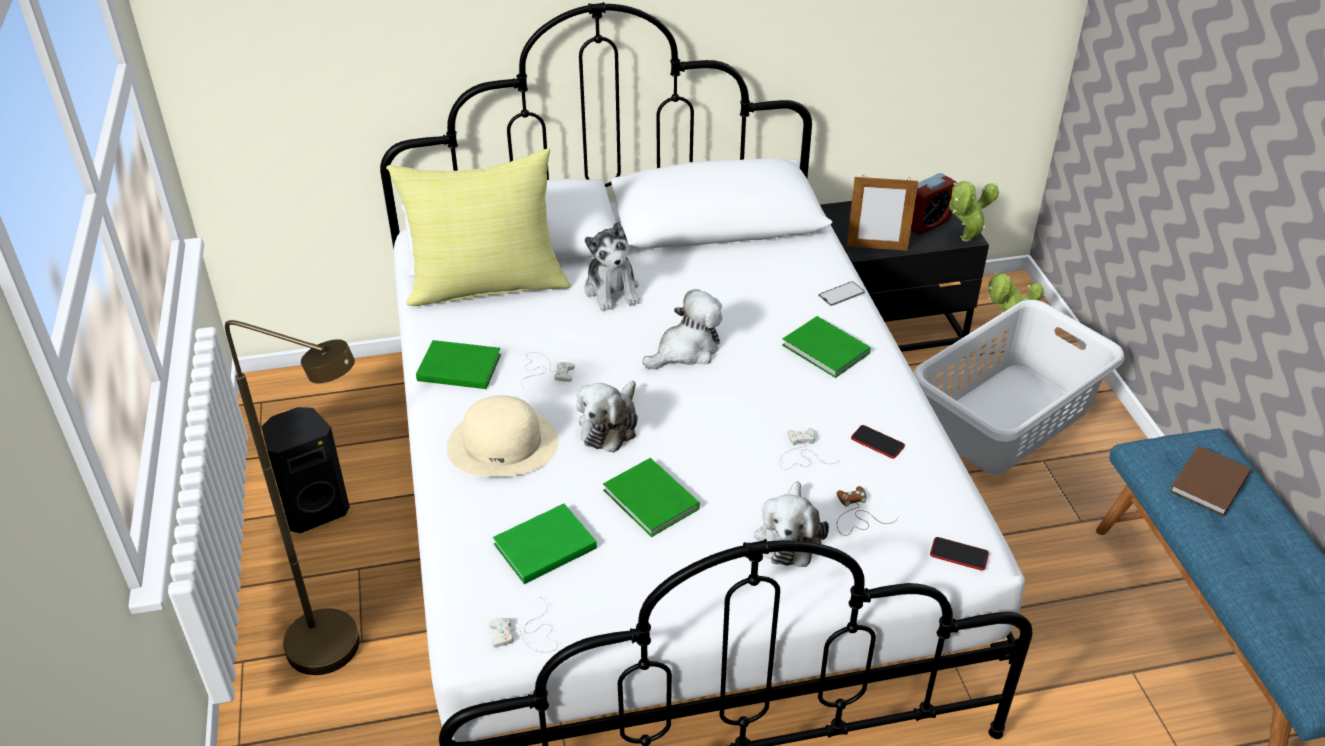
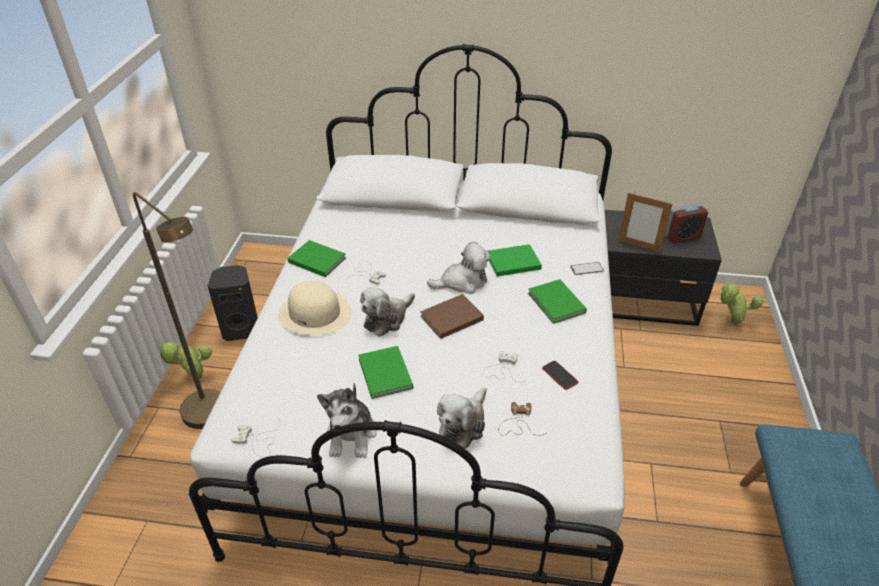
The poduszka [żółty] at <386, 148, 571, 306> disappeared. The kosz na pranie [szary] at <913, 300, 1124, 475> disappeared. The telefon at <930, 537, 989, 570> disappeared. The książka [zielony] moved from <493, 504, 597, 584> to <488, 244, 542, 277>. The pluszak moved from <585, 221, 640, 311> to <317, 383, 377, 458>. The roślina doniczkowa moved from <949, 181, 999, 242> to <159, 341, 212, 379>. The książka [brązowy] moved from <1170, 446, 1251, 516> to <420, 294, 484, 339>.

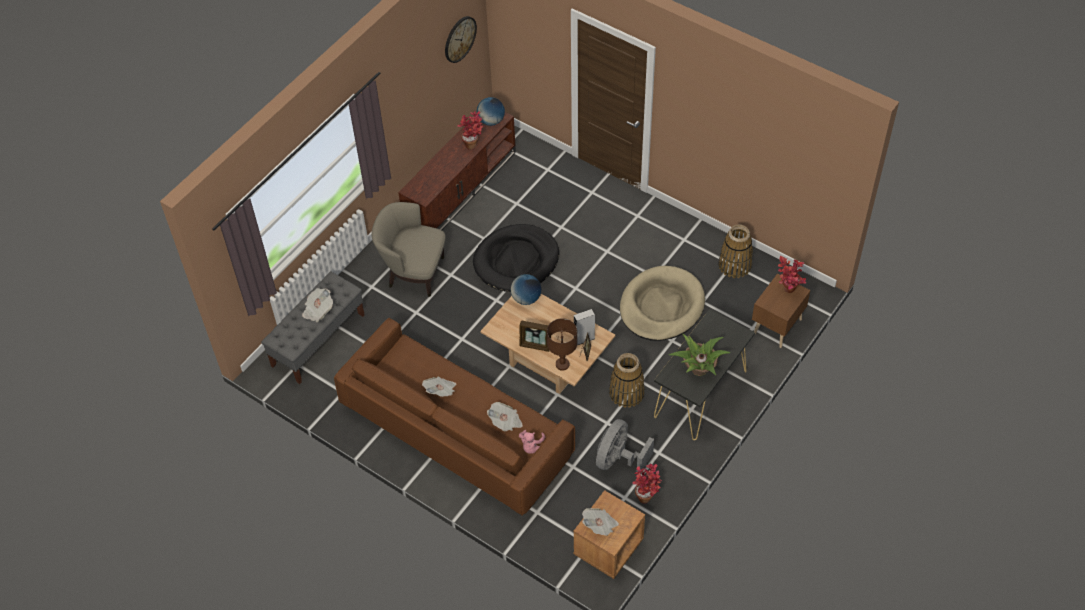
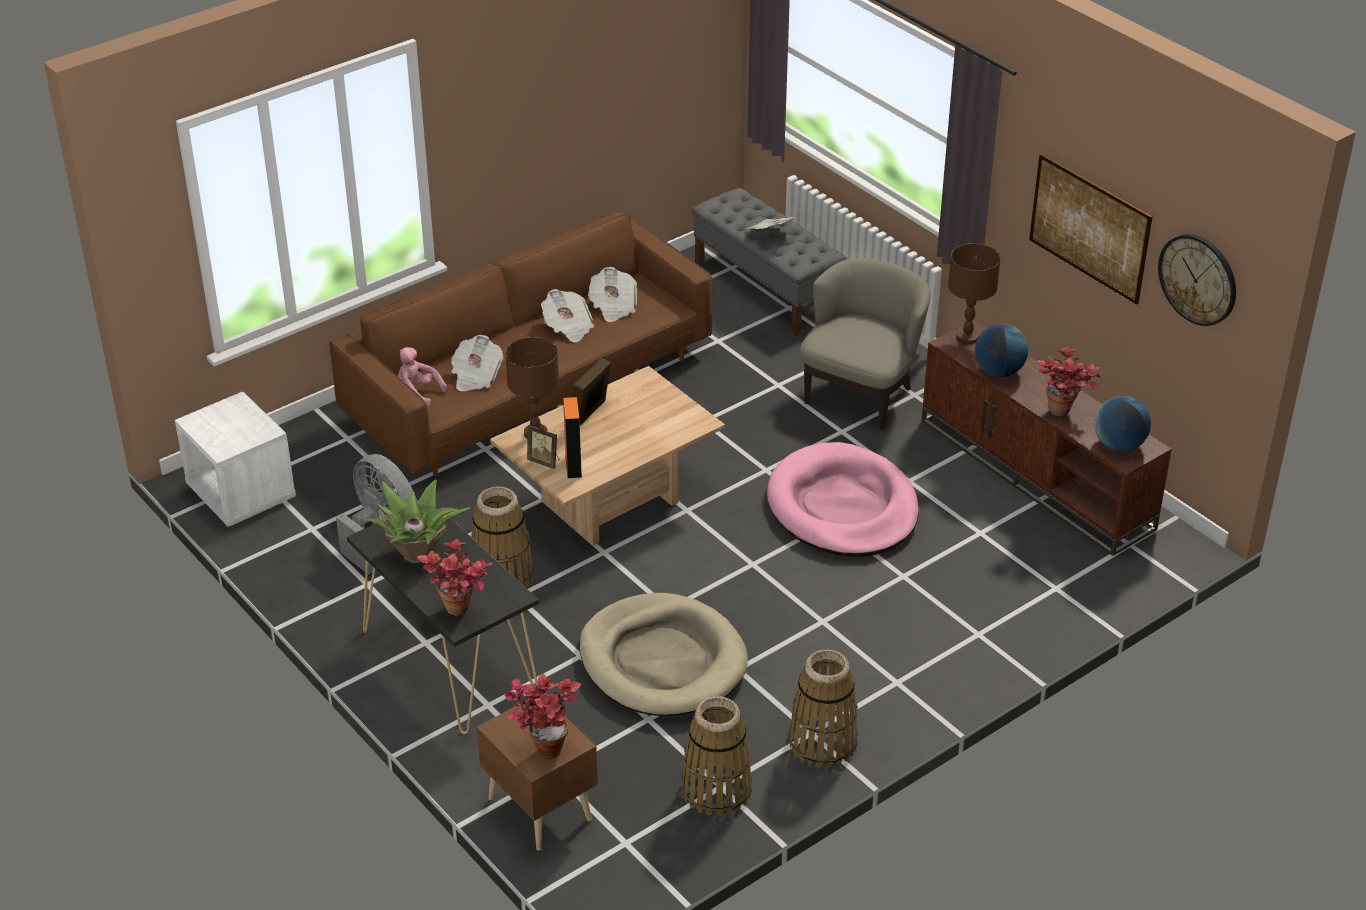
The koszyk at <789, 650, 858, 767> appeared. The lampa stołowa [brązowy] at <948, 243, 1001, 344> appeared. The obraz at <1029, 154, 1152, 305> appeared. The globus moved from <511, 274, 541, 305> to <975, 324, 1028, 377>. The gazeta moved from <582, 508, 619, 536> to <588, 267, 637, 322>. The roślina doniczkowa moved from <632, 463, 662, 504> to <417, 539, 493, 616>. The legowisko [czarny] at <473, 224, 559, 292> became the legowisko [różowy] at <767, 442, 919, 557>. The głośnik [szary] at <574, 309, 595, 345> became the głośnik [pomarańczowy] at <563, 397, 582, 478>. The szafka nocna [brązowy] at <574, 490, 645, 579> became the szafka nocna [biały] at <175, 391, 296, 527>.

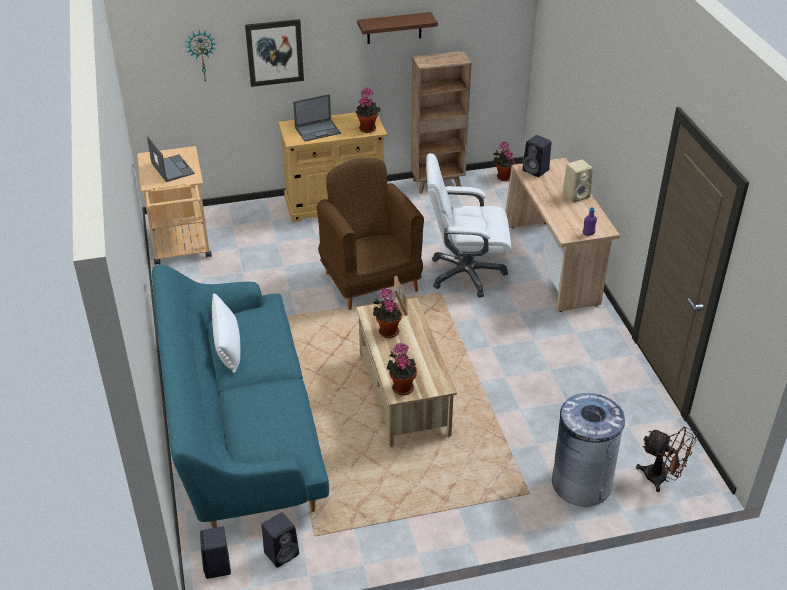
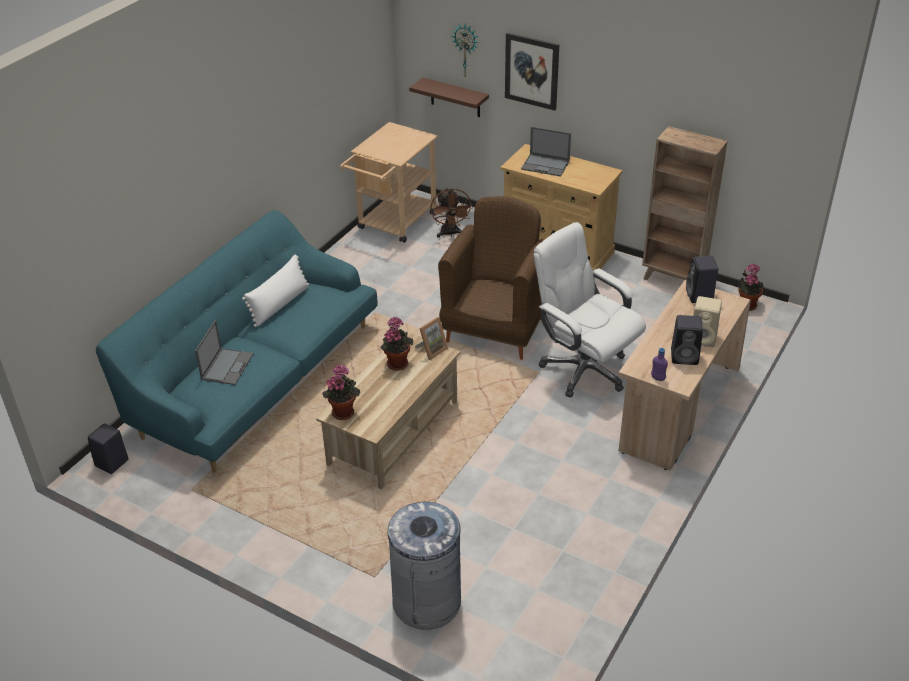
The roślina doniczkowa at <355, 88, 381, 133> disappeared. The laptop moved from <147, 136, 195, 182> to <195, 320, 254, 385>. The głośnik [czarny] moved from <262, 512, 299, 568> to <671, 315, 703, 365>. The półka [brązowy] moved from <357, 12, 438, 44> to <409, 78, 489, 117>. The wentylator [brązowy] moved from <636, 427, 697, 492> to <430, 187, 473, 237>.

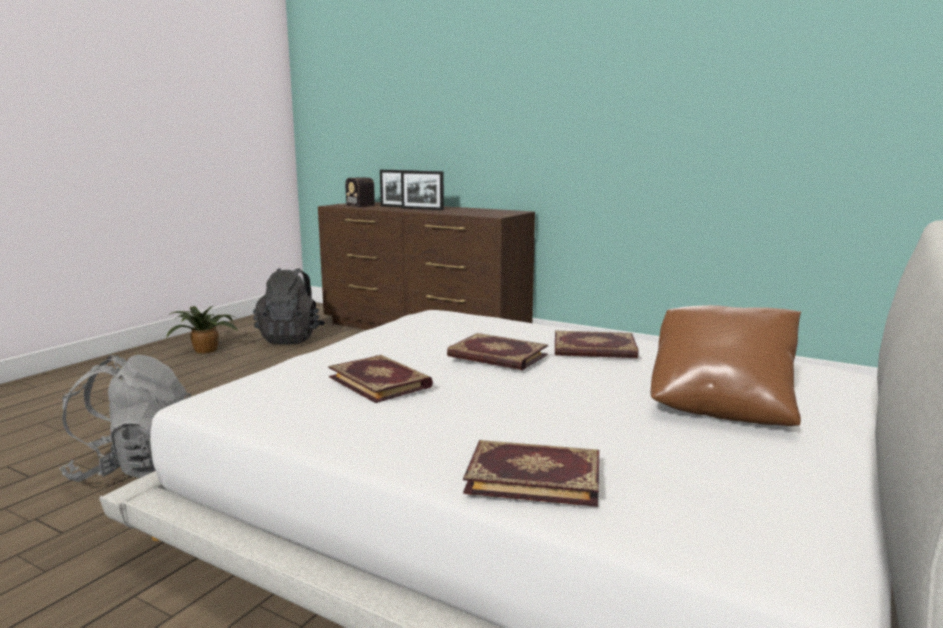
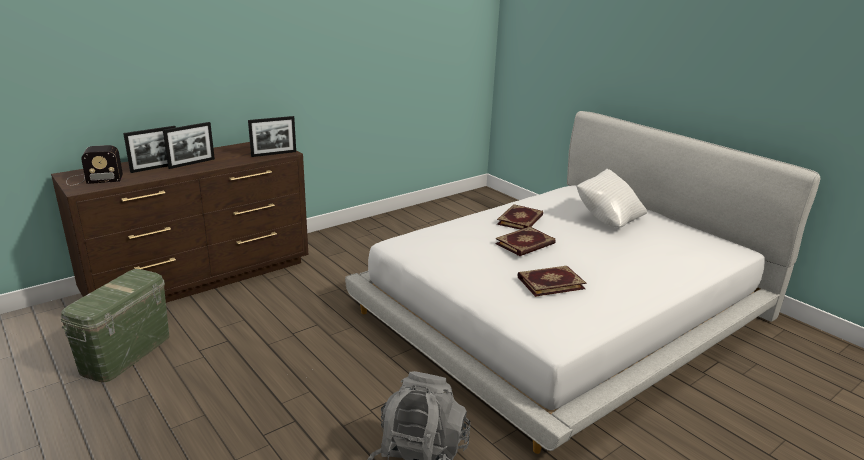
The roślina doniczkowa at <166, 305, 238, 353> disappeared. The książka at <463, 440, 599, 507> disappeared. The ramka na zdjęcie at <248, 116, 296, 157> appeared. The plecak [czarny] at <253, 268, 325, 344> was replaced by the pojemnik do przechowywania [zielony] at <61, 269, 169, 382>. The poduszka [brązowy] at <650, 305, 801, 426> became the poduszka [biały] at <577, 169, 647, 228>.

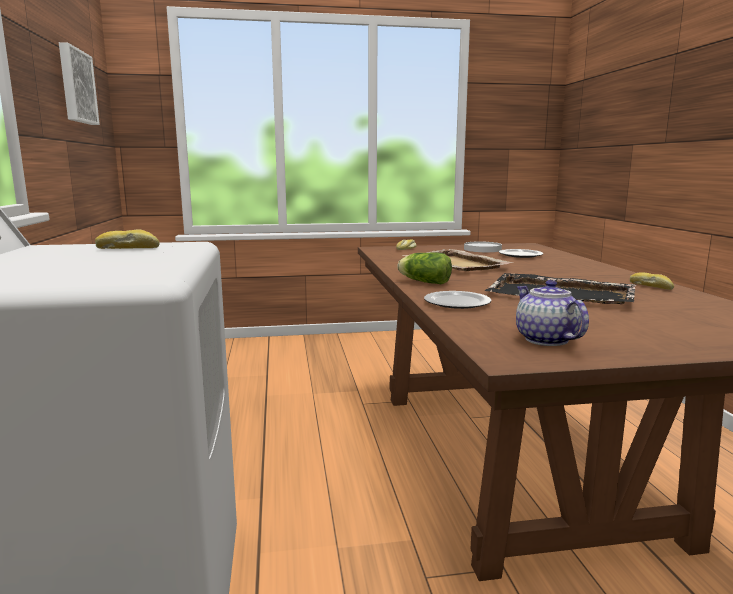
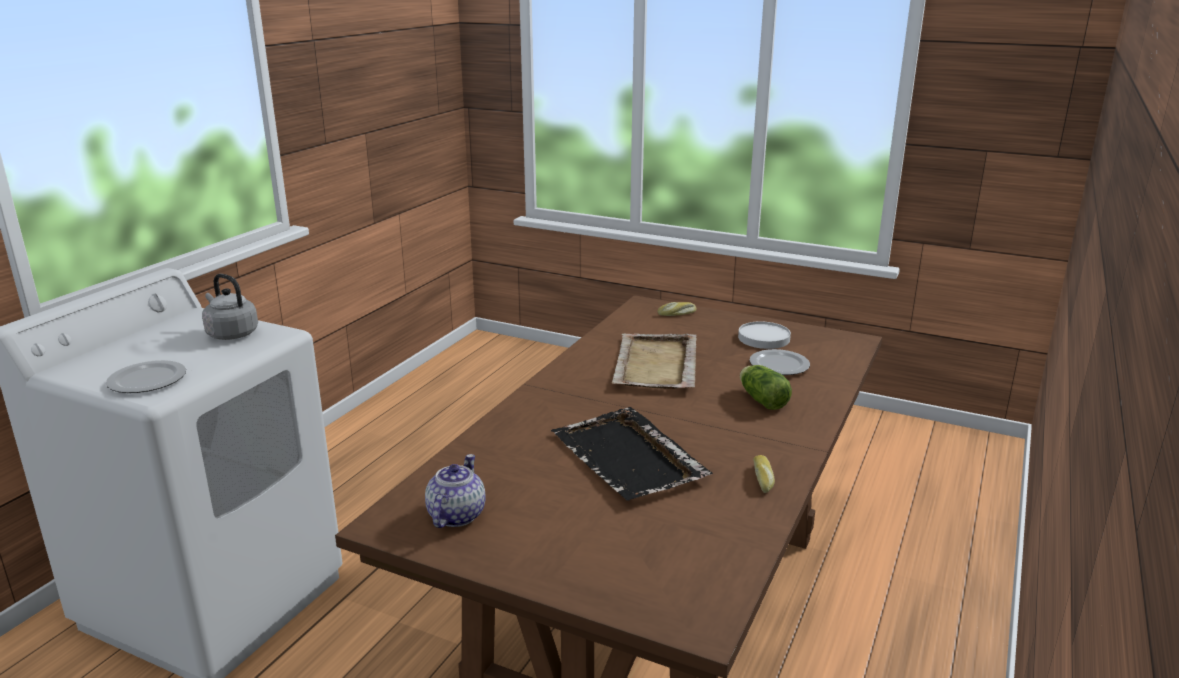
The obraz at <59, 42, 100, 125> disappeared. The sałata moved from <397, 252, 452, 284> to <740, 365, 792, 410>. The talerz moved from <424, 291, 491, 309> to <106, 360, 186, 393>. The chleb at <95, 229, 160, 249> was replaced by the czajnik [szary] at <202, 274, 258, 340>.

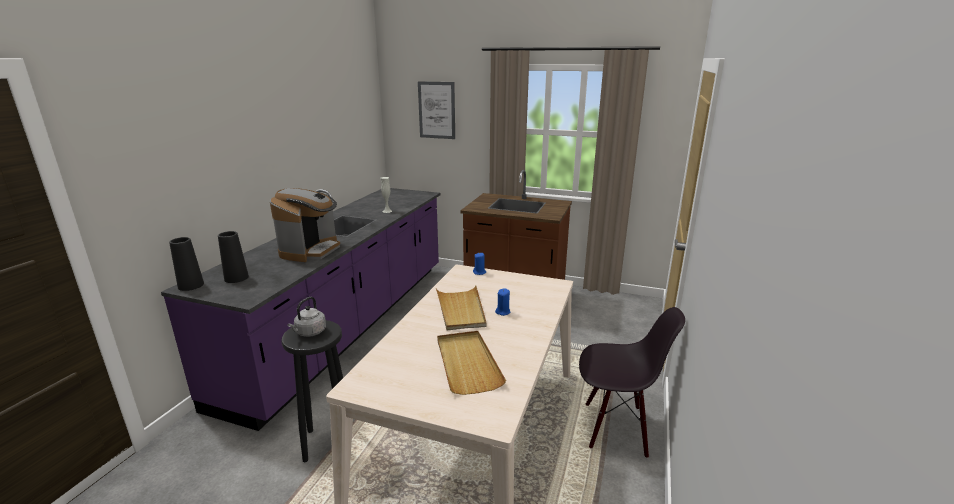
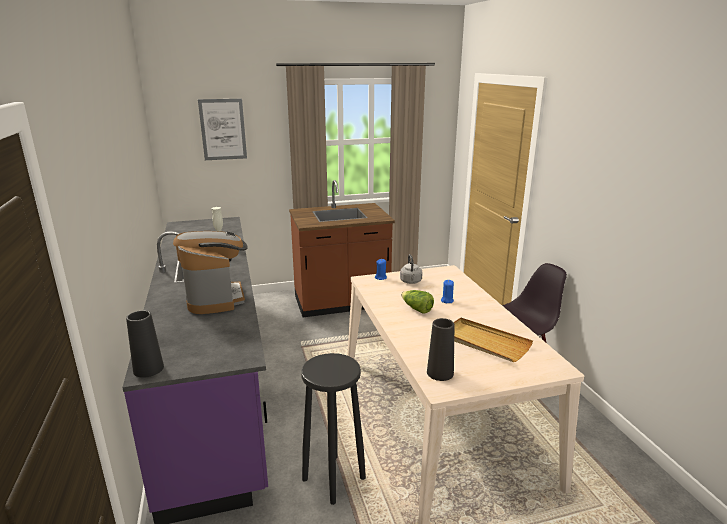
The wazon [czarny] moved from <218, 231, 249, 283> to <427, 318, 455, 381>. The czajnik [szary] moved from <287, 297, 326, 337> to <400, 254, 423, 284>. The taca [beżowy] at <436, 285, 486, 330> was replaced by the sałata at <401, 290, 434, 313>.

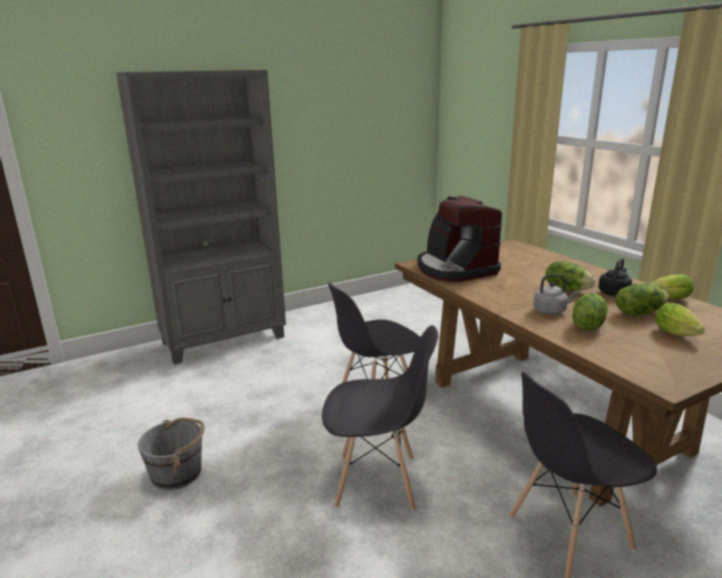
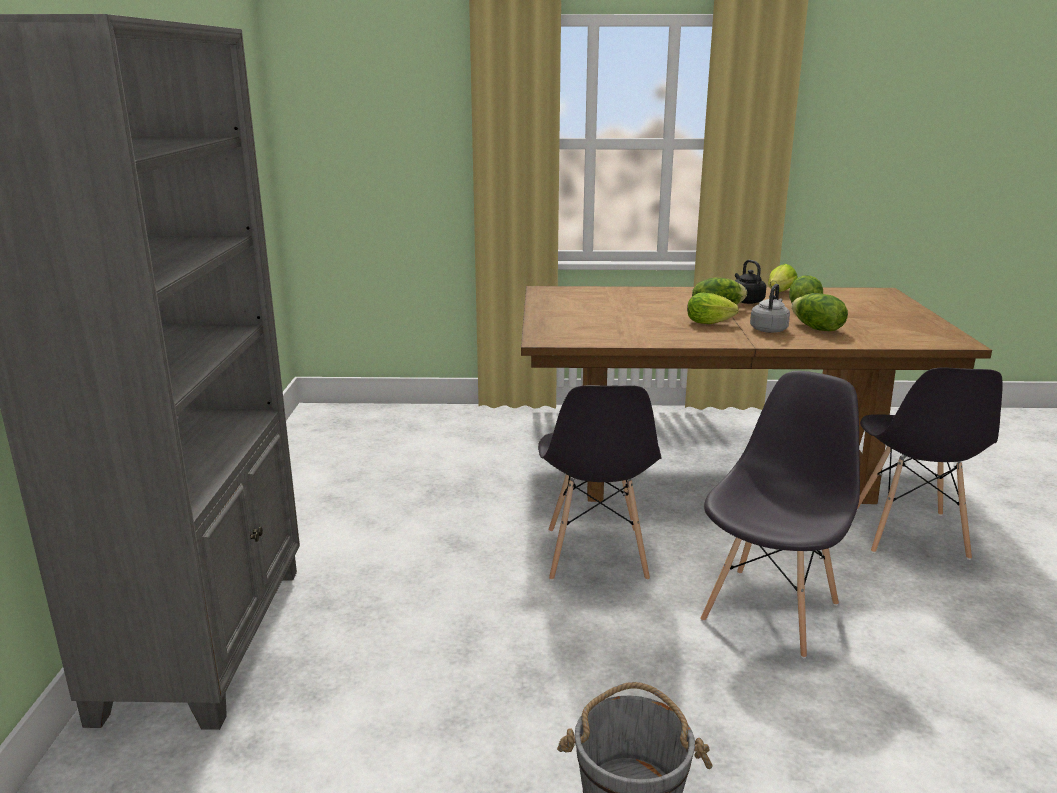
The ekspres do kawy at <417, 196, 502, 282> disappeared. The sałata moved from <655, 303, 705, 336> to <687, 293, 739, 324>.

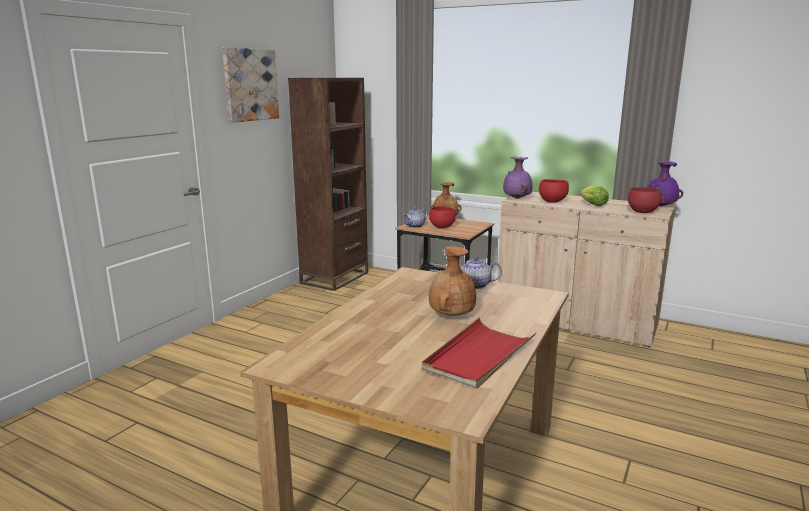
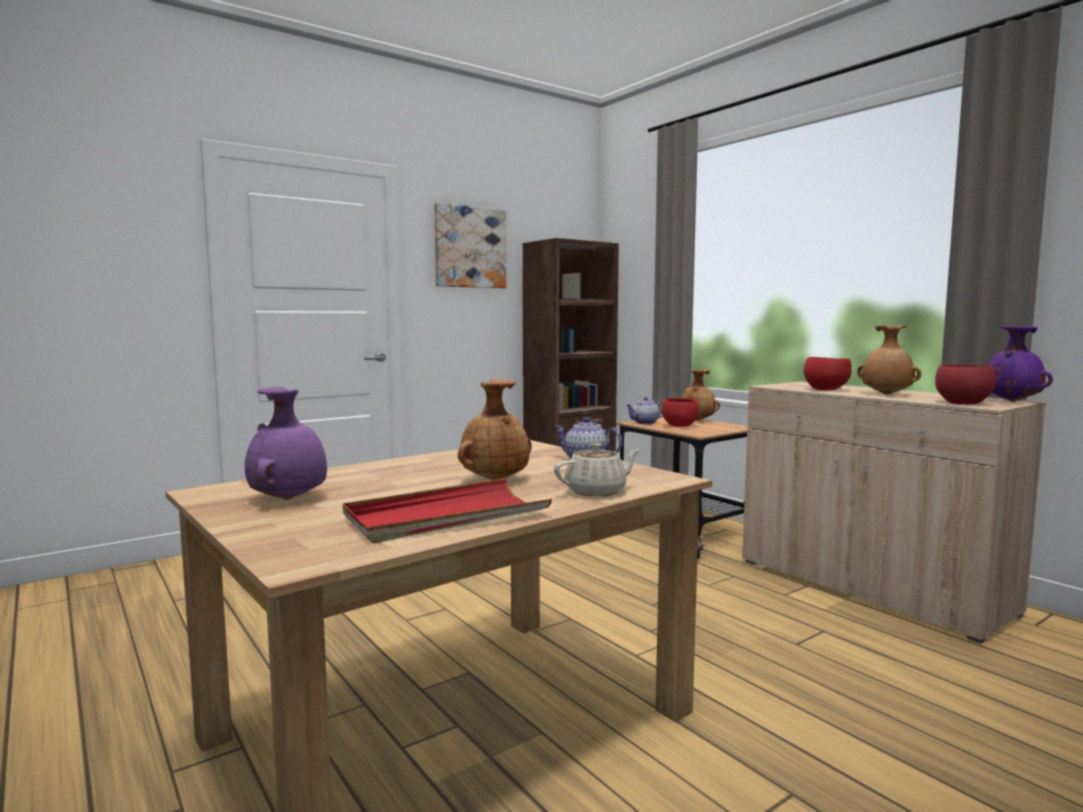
The imbryk [beżowy] at <554, 443, 640, 496> appeared. The wazon [fioletowy] moved from <503, 156, 533, 199> to <245, 387, 327, 500>. The sałata at <580, 185, 609, 206> was replaced by the wazon [brązowy] at <857, 325, 921, 395>.

